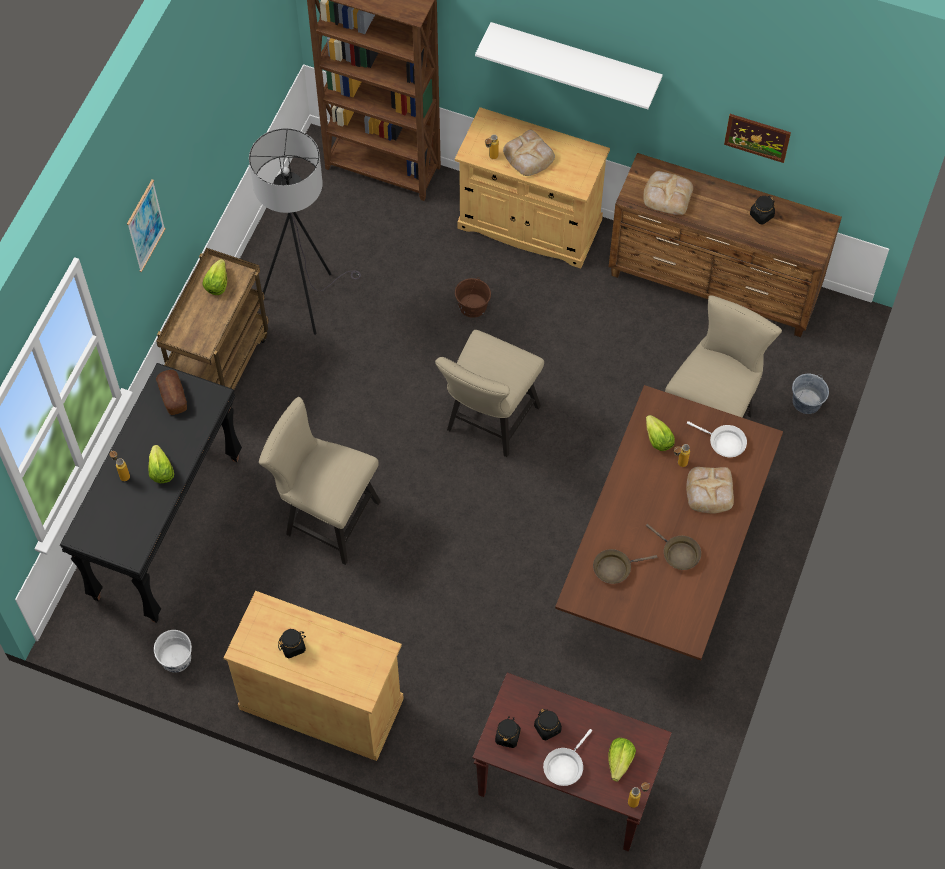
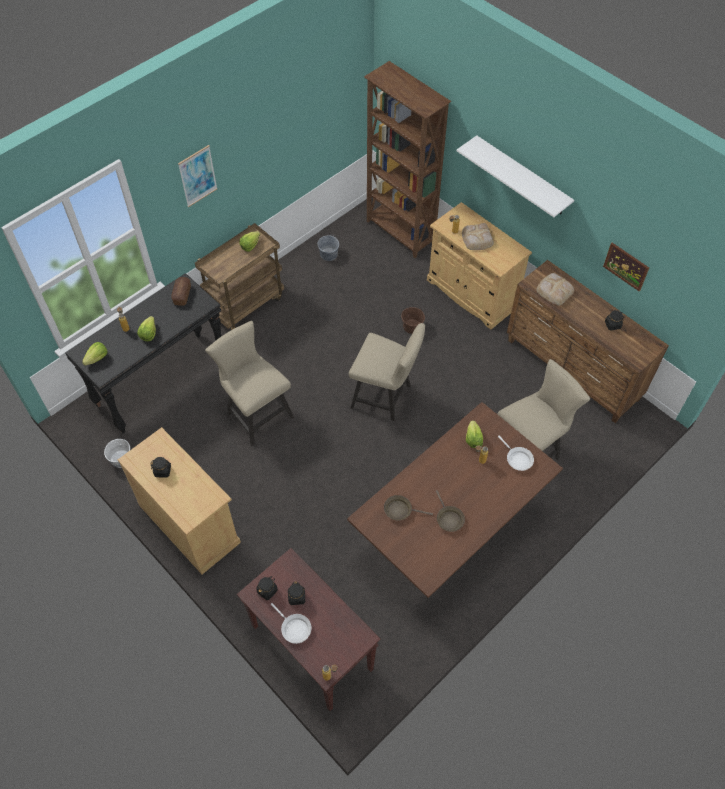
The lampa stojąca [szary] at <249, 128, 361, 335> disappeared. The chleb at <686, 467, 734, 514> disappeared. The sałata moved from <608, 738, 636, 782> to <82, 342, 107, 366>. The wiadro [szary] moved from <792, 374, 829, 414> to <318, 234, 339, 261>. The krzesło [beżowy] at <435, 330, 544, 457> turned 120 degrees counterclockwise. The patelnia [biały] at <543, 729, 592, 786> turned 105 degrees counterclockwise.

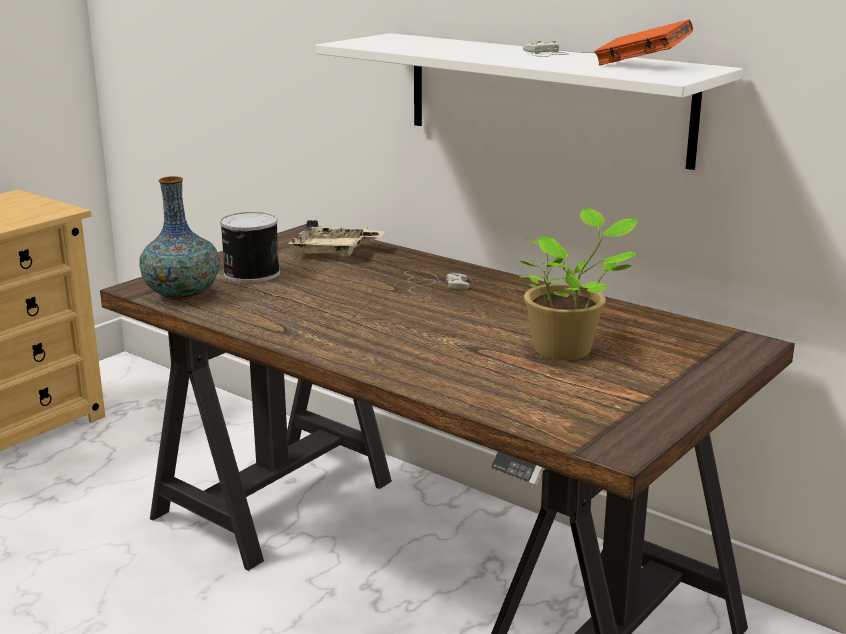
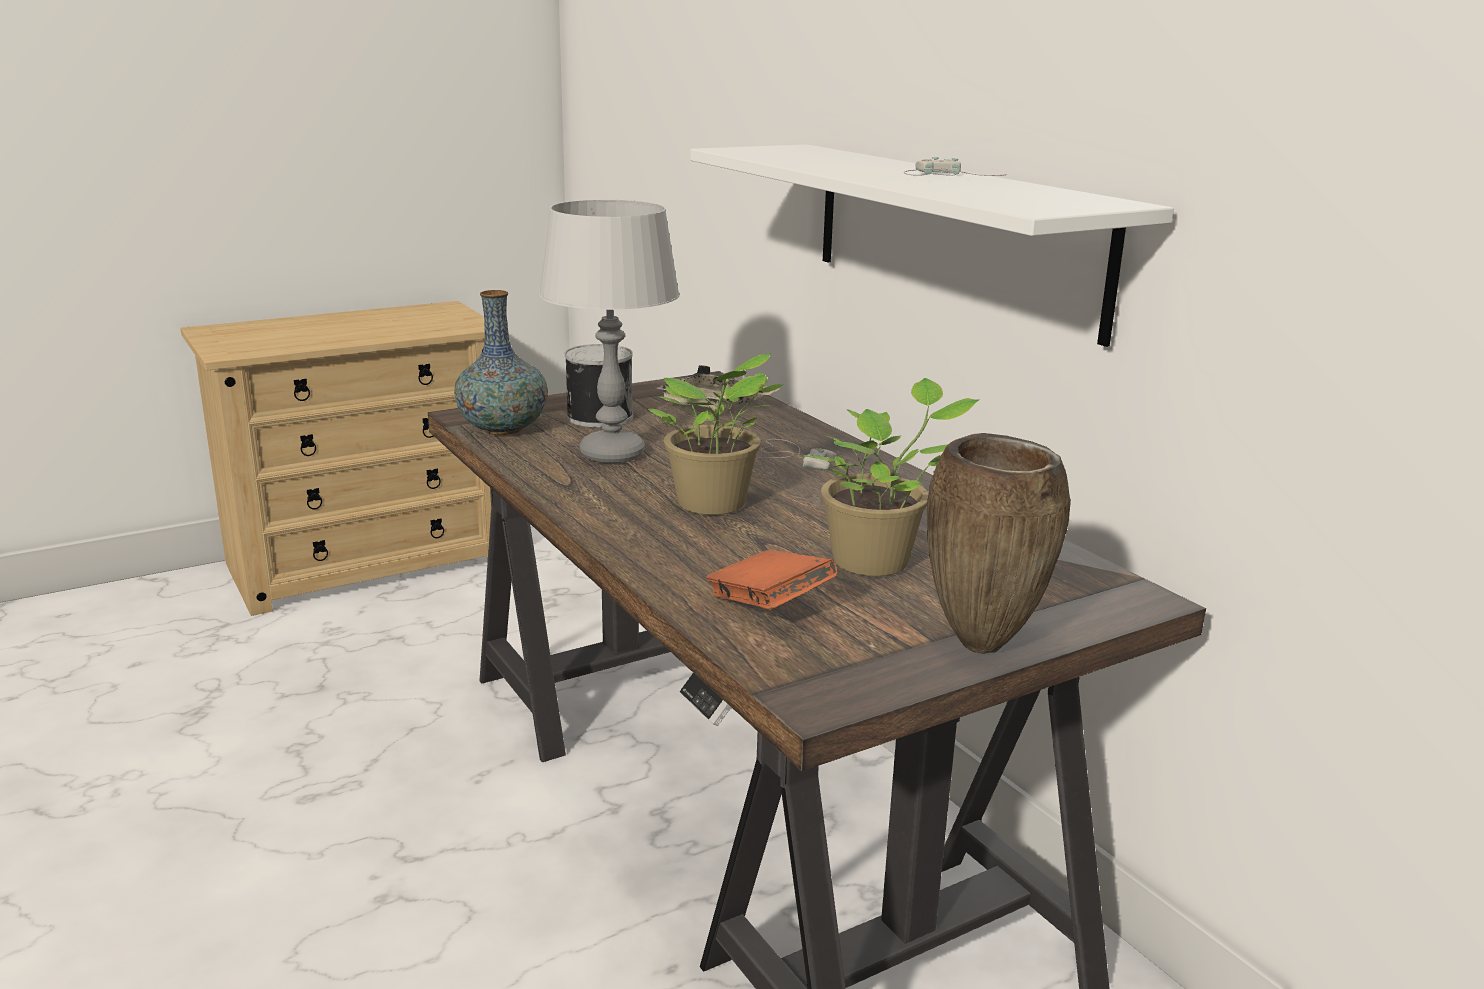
The lampa stołowa [szary] at <539, 200, 680, 463> appeared. The roślina doniczkowa at <648, 353, 783, 515> appeared. The wazon [brązowy] at <927, 433, 1071, 654> appeared. The książka [pomarańczowy] moved from <594, 19, 693, 66> to <706, 550, 838, 610>.

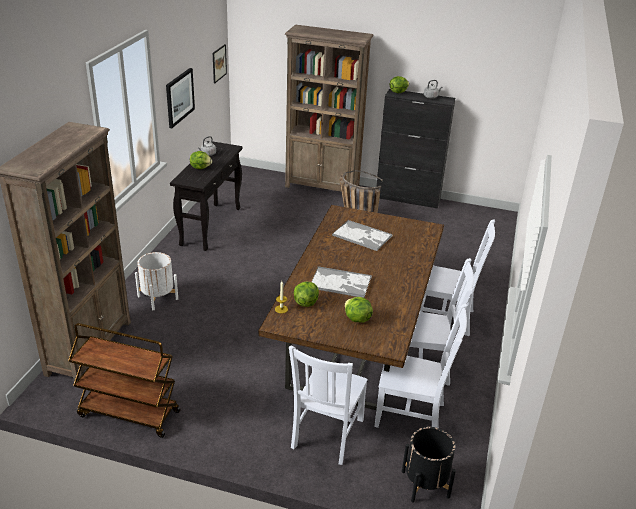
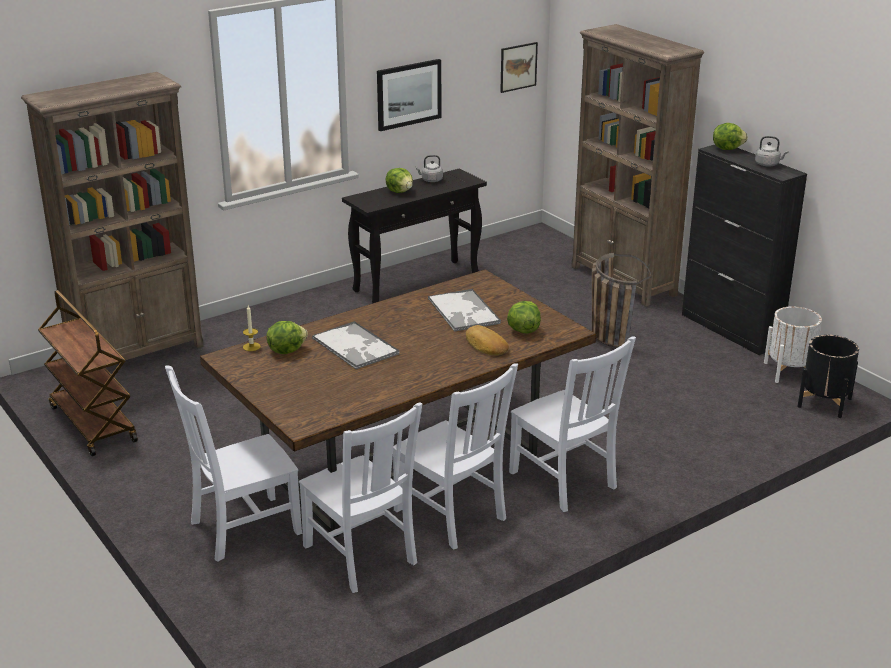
The chleb at <466, 325, 509, 355> appeared. The donica [biały] moved from <135, 252, 178, 310> to <764, 306, 822, 383>. The sałata moved from <345, 297, 373, 323> to <507, 301, 541, 334>. The donica [czarny] moved from <402, 427, 456, 503> to <797, 335, 859, 418>.

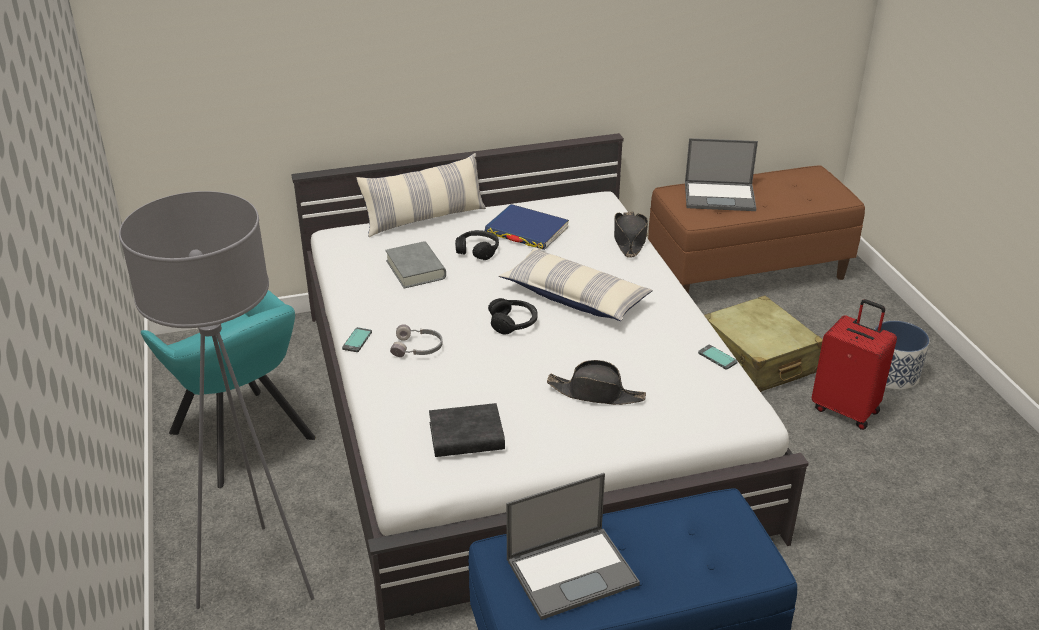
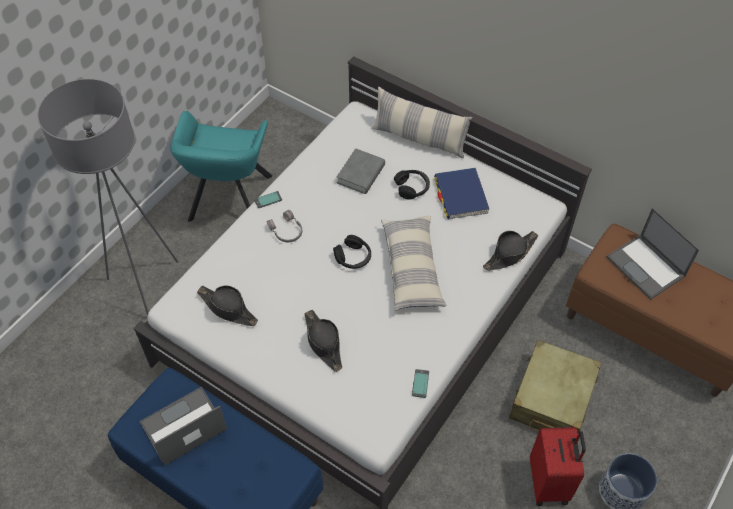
The książka [czarny] at <429, 403, 505, 457> was replaced by the kapelusz [czarny] at <197, 285, 258, 326>. The laptop at <506, 473, 640, 620> turned 120 degrees clockwise.

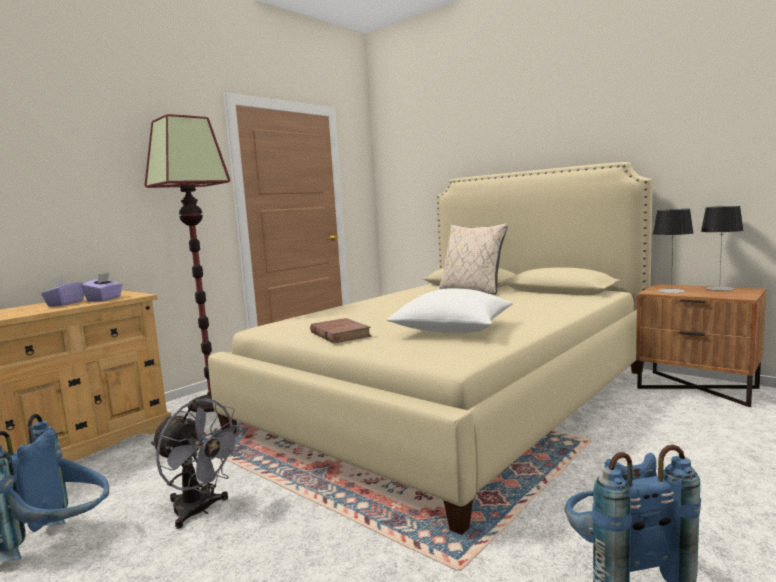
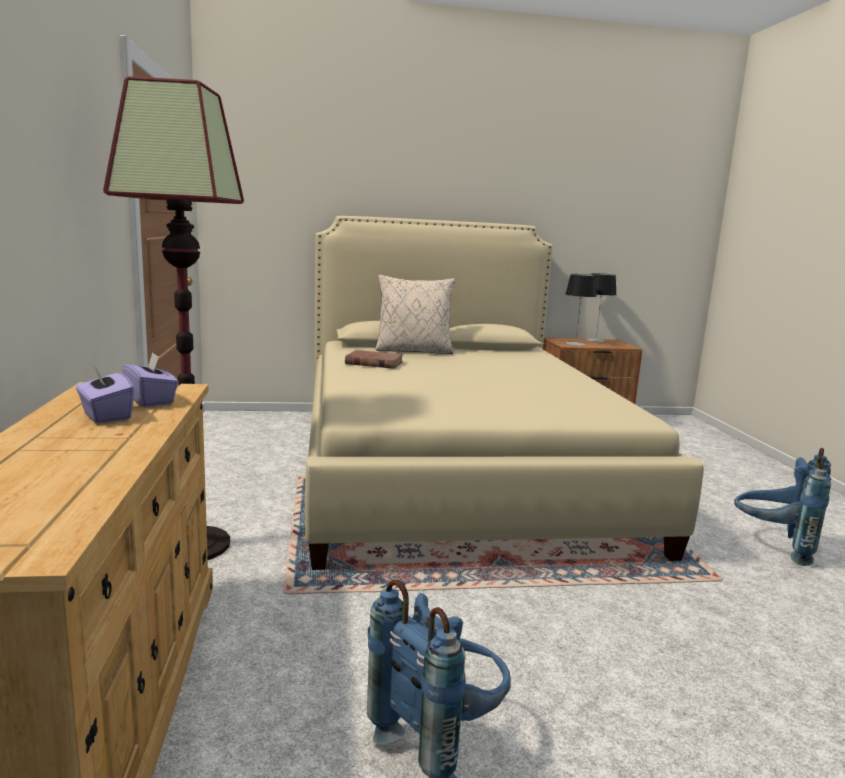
The wentylator [szary] at <151, 399, 244, 529> disappeared. The poduszka [biały] at <387, 288, 513, 334> disappeared. The książka [brązowy] moved from <310, 318, 372, 343> to <345, 350, 403, 369>.

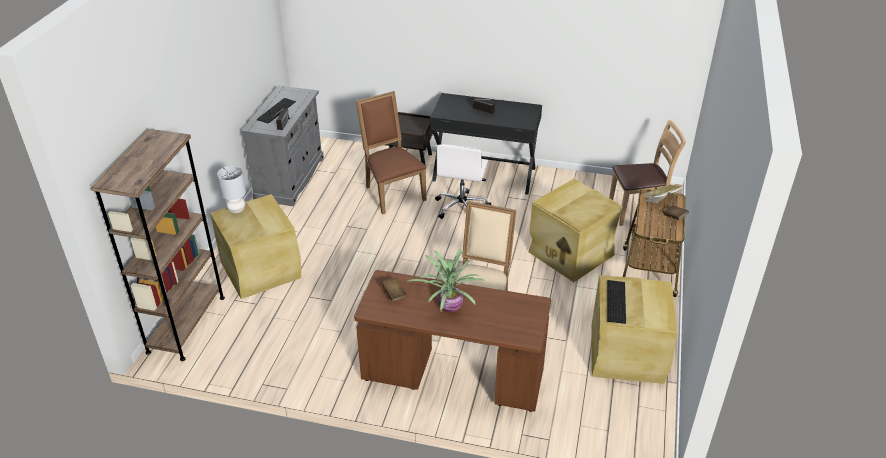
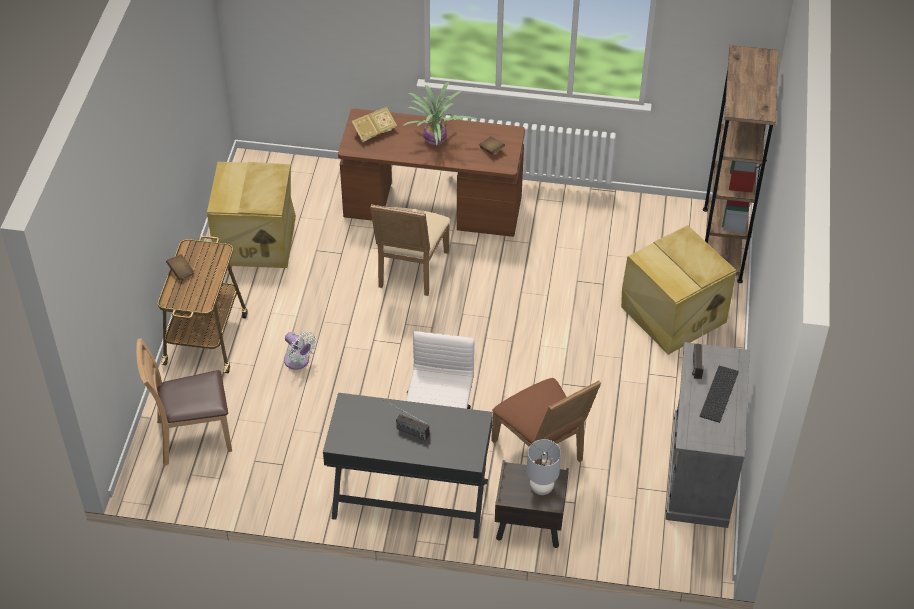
The klawiatura at <607, 280, 626, 324> disappeared. The lampa stołowa [szary] moved from <217, 166, 246, 213> to <527, 439, 561, 495>. The książka moved from <641, 185, 683, 203> to <351, 107, 397, 142>. The pojemnik do przechowywania [beżowy] at <528, 179, 622, 282> was replaced by the wentylator [biały] at <284, 332, 316, 370>.

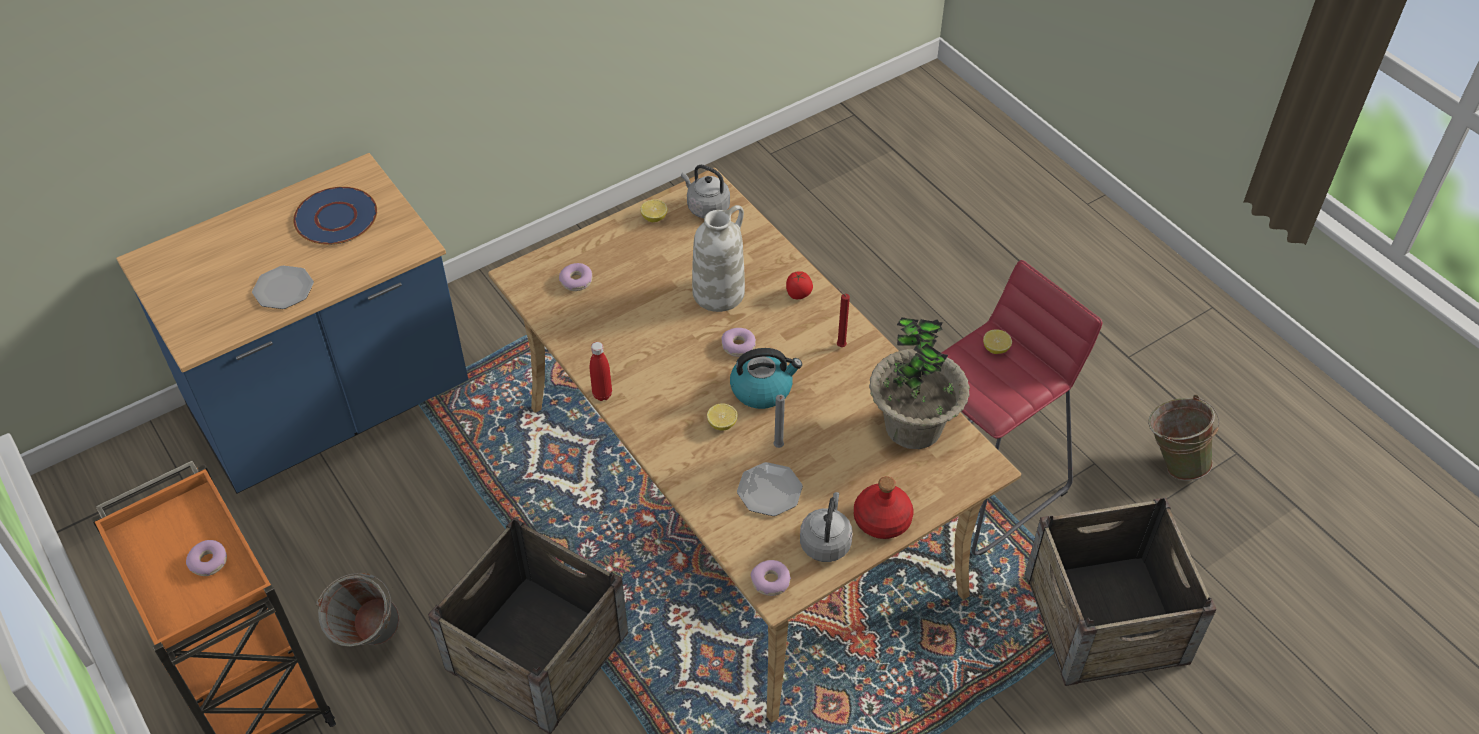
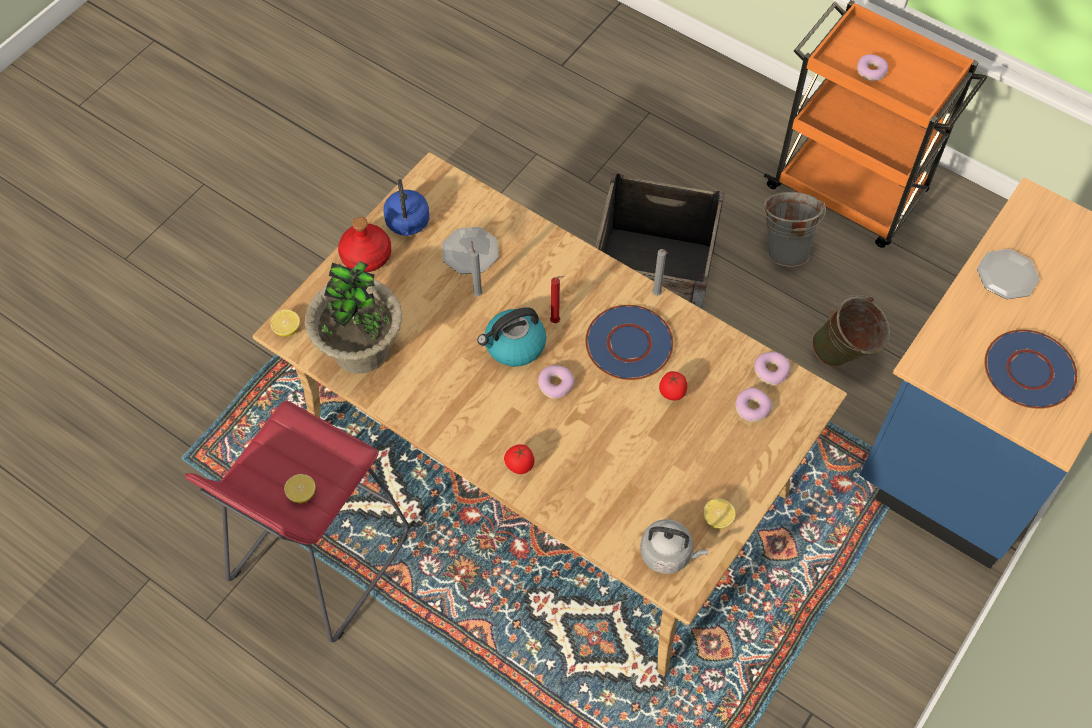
The wazon [biały] at <692, 205, 745, 312> disappeared. The skrzynka at <1025, 498, 1217, 686> disappeared. The talerz [niebieski] at <585, 305, 674, 380> appeared. The pomidor at <659, 371, 687, 400> appeared. The cytryna moved from <707, 403, 738, 430> to <270, 310, 300, 337>. The donut moved from <751, 560, 791, 596> to <754, 352, 791, 385>. The świeca [czerwony] moved from <837, 288, 850, 347> to <550, 276, 565, 323>. The wiadro [zielony] moved from <1148, 395, 1220, 481> to <812, 295, 890, 367>. The butelka [czerwony] at <590, 342, 612, 401> was replaced by the świeca [szary] at <652, 249, 668, 296>. The czajnik [szary] at <800, 492, 853, 562> became the czajnik [niebieski] at <383, 179, 429, 236>.

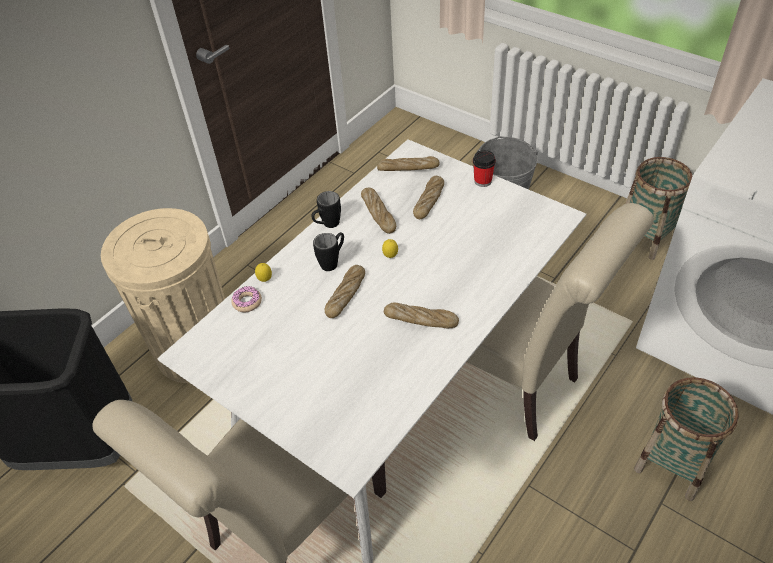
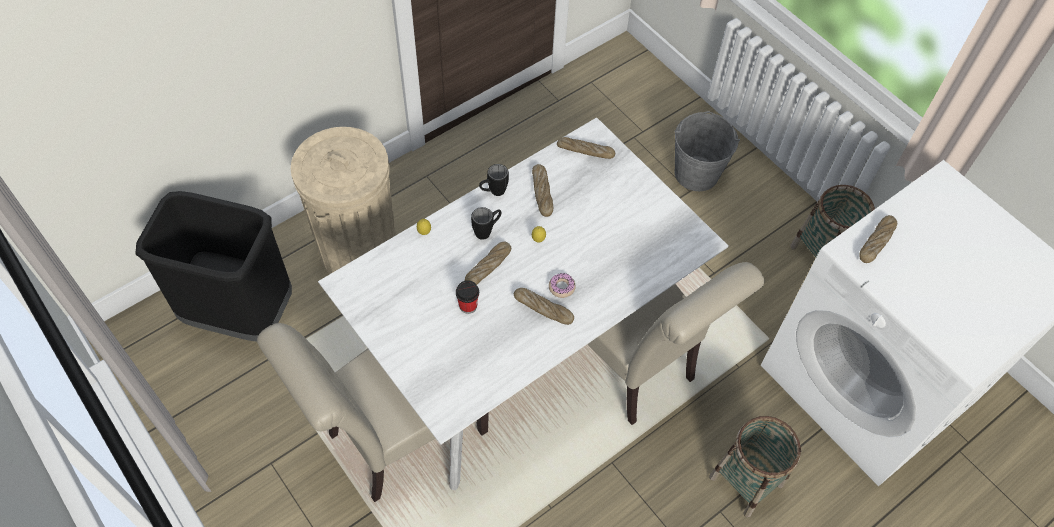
The donut moved from <231, 286, 262, 312> to <549, 273, 576, 298>. The chleb moved from <413, 176, 444, 219> to <859, 215, 897, 263>. The filiżanka moved from <473, 150, 496, 187> to <456, 280, 479, 314>.

